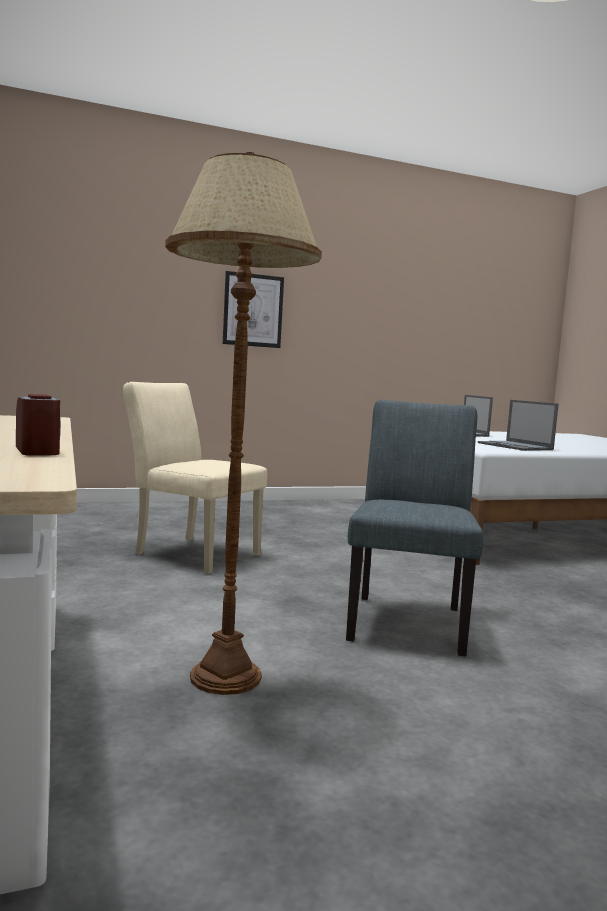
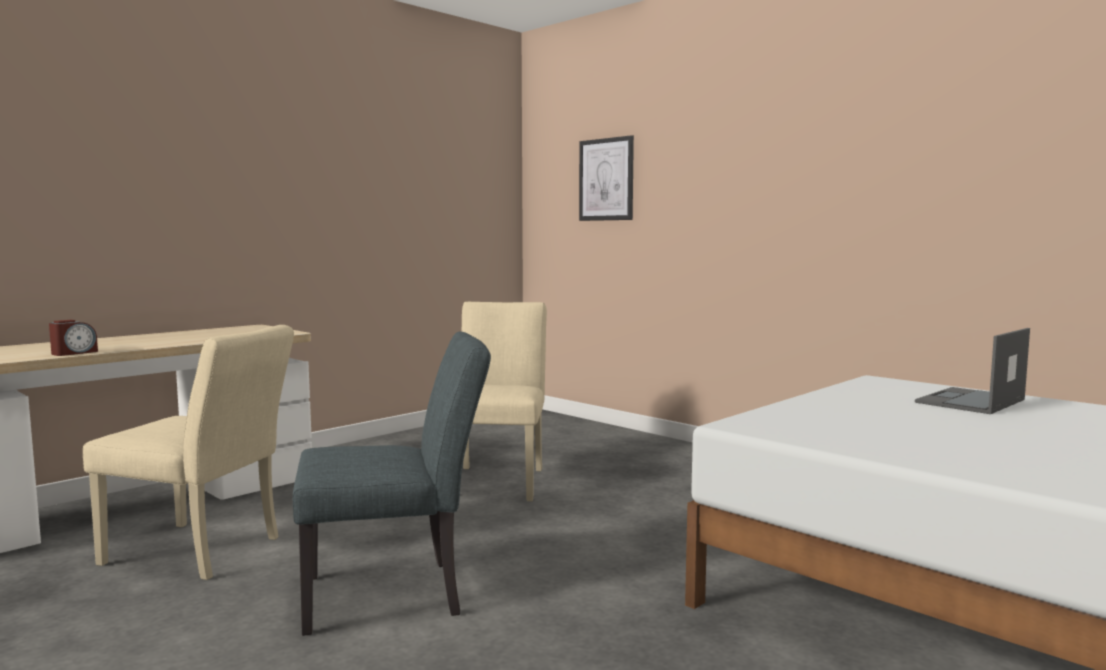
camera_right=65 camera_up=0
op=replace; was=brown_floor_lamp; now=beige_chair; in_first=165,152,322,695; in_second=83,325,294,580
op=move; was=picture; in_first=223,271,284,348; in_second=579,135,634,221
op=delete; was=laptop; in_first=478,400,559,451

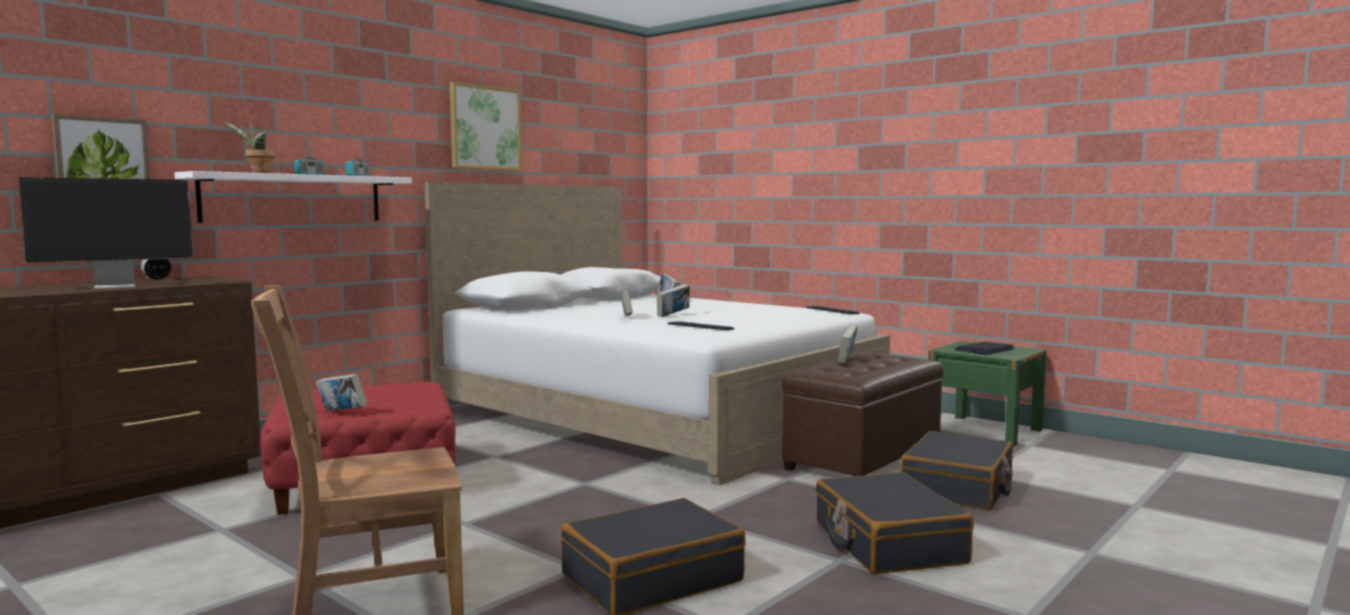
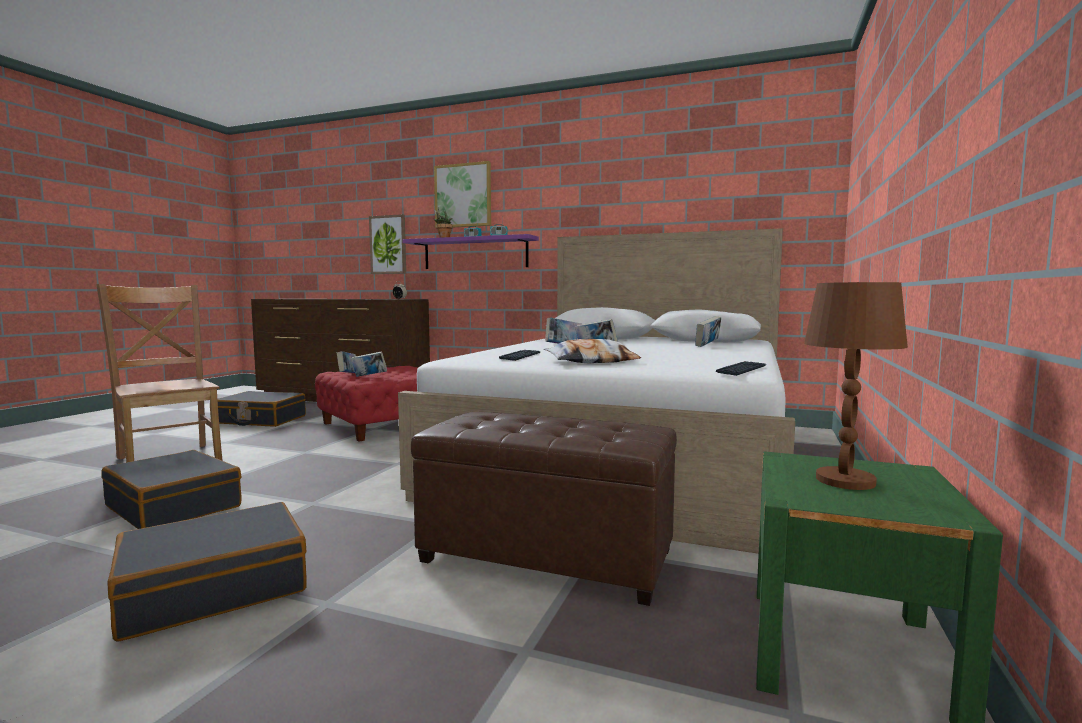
camera_right=70 camera_up=0
op=move; was=picture; in_first=450,82,522,170; in_second=434,161,491,228
op=recolor; was=white_shelf; now=purple_shelf; in_first=174,171,412,223; in_second=402,234,539,269
op=delete; was=monitor; in_first=19,177,194,289
op=move; was=book; in_first=838,324,858,363; in_second=351,351,387,377
op=replace; was=laptop; now=brown_table_lamp; in_first=955,342,1014,355; in_second=804,282,908,490
op=move; was=black_suitcase; in_first=900,431,1013,510; in_second=217,391,306,427
op=insert; now=pillow; in_second=544,339,641,363

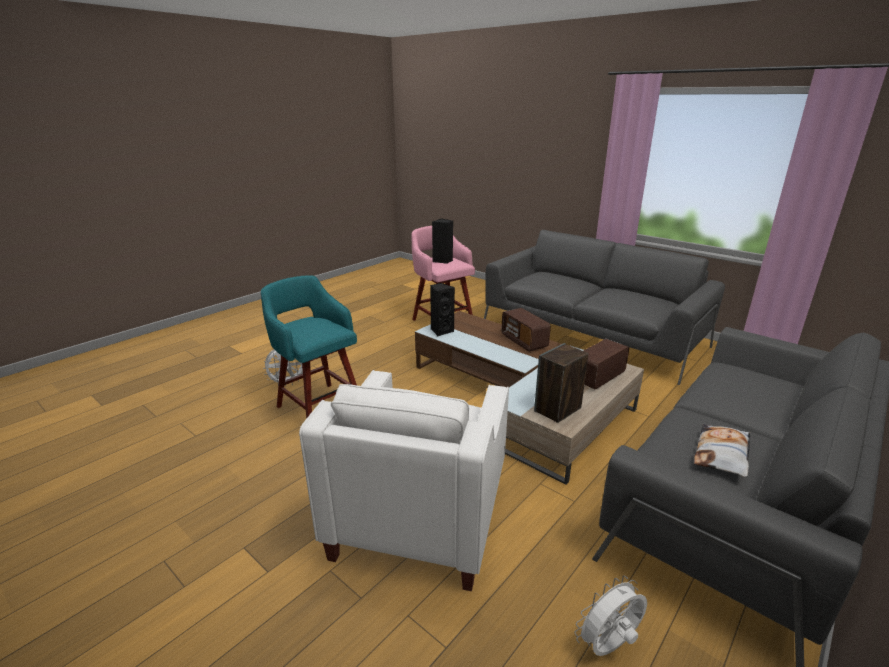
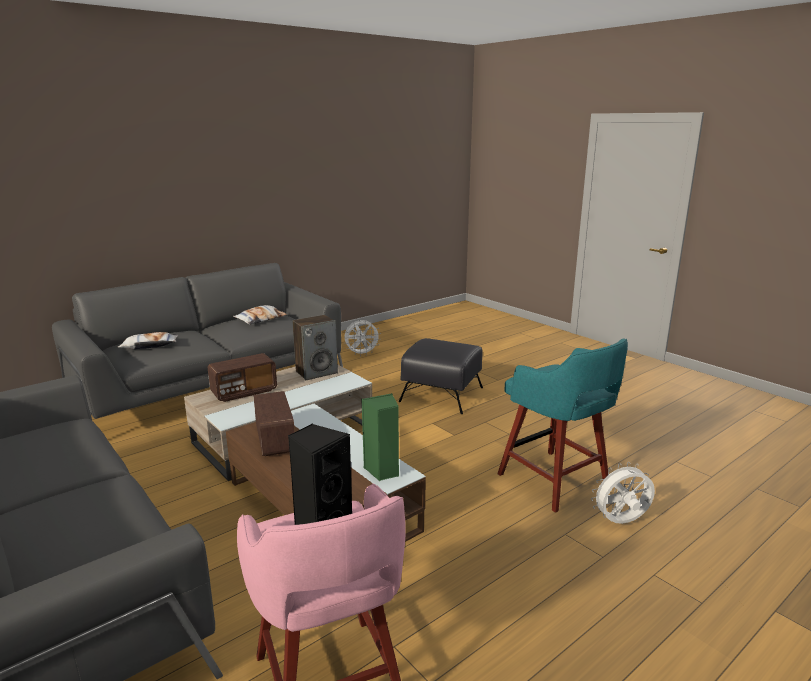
camera_right=-170 camera_up=-5
op=recolor; was=black_speaker; now=green_speaker; in_first=430,283,455,336; in_second=361,393,399,481
op=replace; was=white_armchair; now=black_ottoman; in_first=299,370,509,591; in_second=399,338,483,414
op=insert; now=pillow; in_second=118,332,179,350

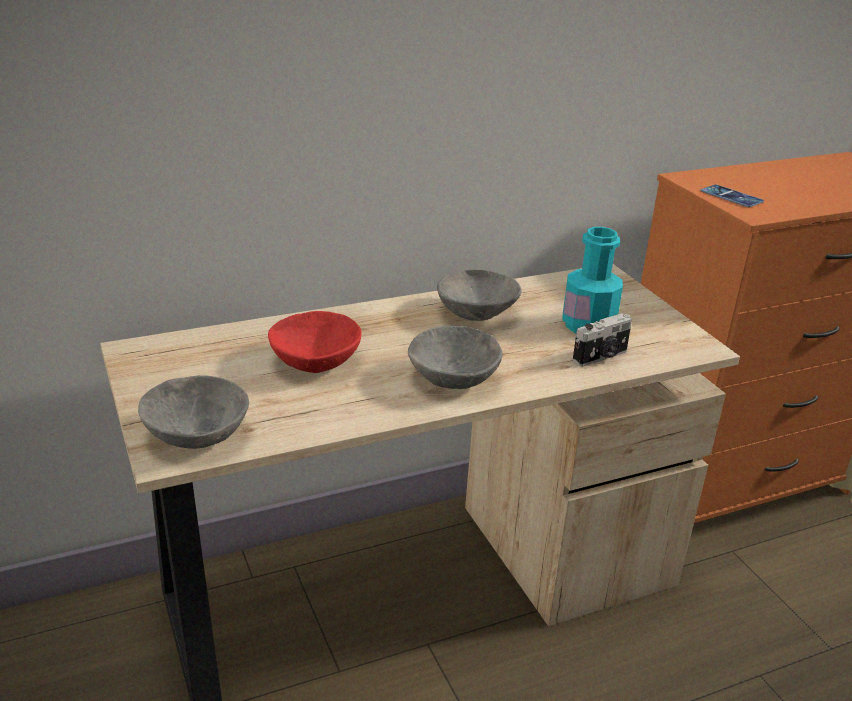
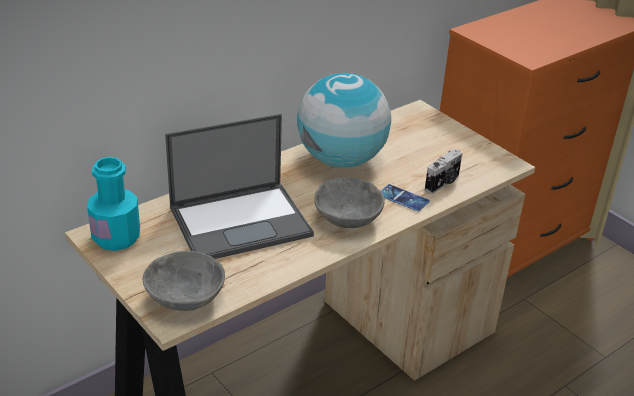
camera_right=-15 camera_up=5
op=move; was=phone; in_first=700,185,764,207; in_second=381,184,430,212
op=move; was=turquoise_bottle; in_first=562,227,623,333; in_second=87,157,140,251
op=replace; was=grey_bowl; now=globe; in_first=437,270,522,321; in_second=297,73,391,168
op=replace; was=red_bowl; now=laptop; in_first=268,311,362,373; in_second=165,114,314,259

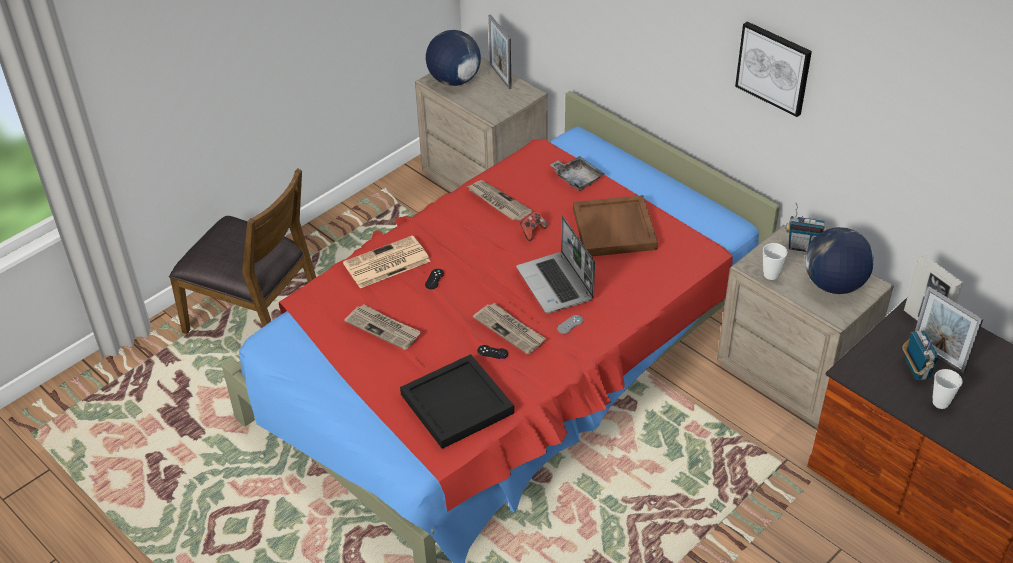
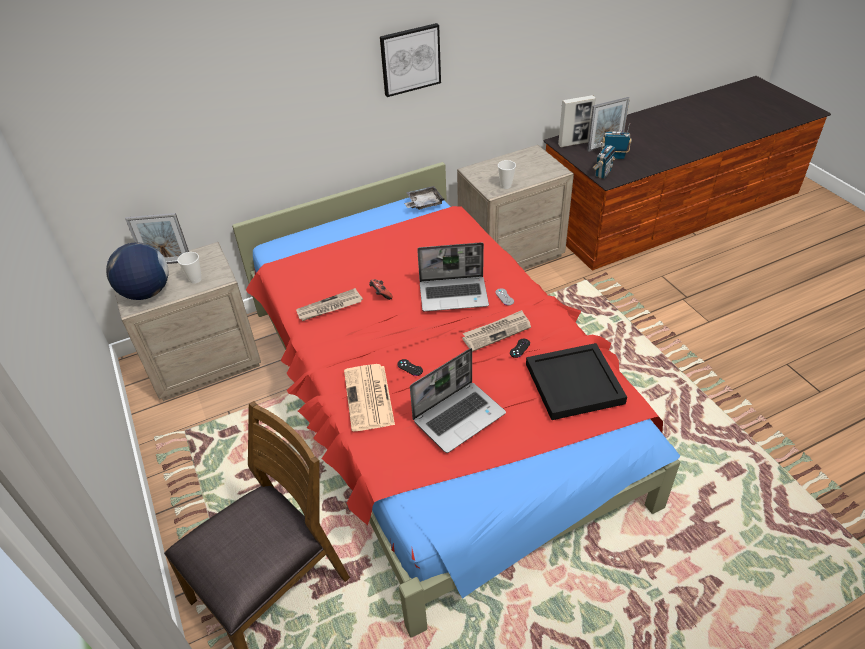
camera_right=-70 camera_up=0
op=move; was=grey_tray; in_first=550,156,604,191; in_second=404,186,444,210
op=delete; was=brown_tray; in_first=573,195,658,256
op=move; was=radio; in_first=786,203,827,252; in_second=593,142,616,179
op=delete; was=globe; in_first=805,227,874,294
op=replace; was=newspaper; now=laptop; in_first=344,304,421,350; in_second=410,348,506,453
op=move; was=cup; in_first=932,369,962,409; in_second=177,252,202,284

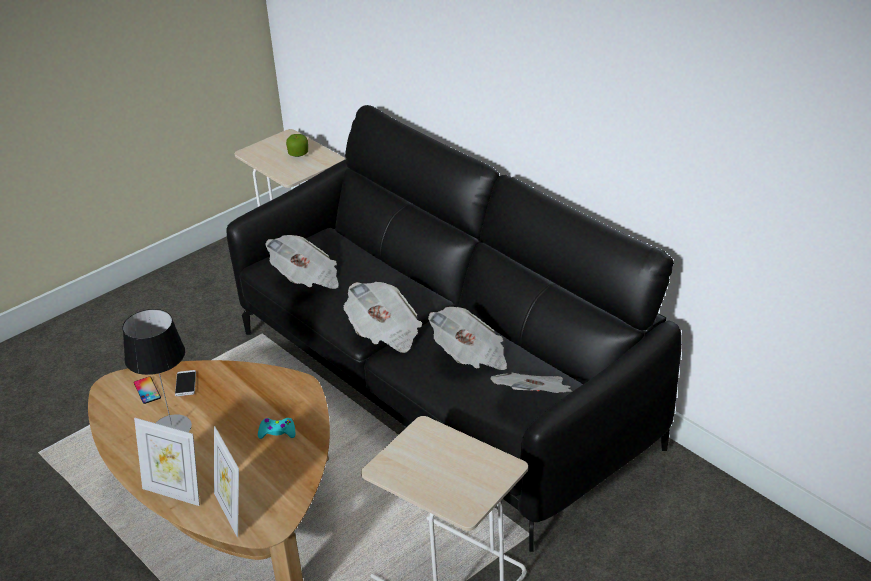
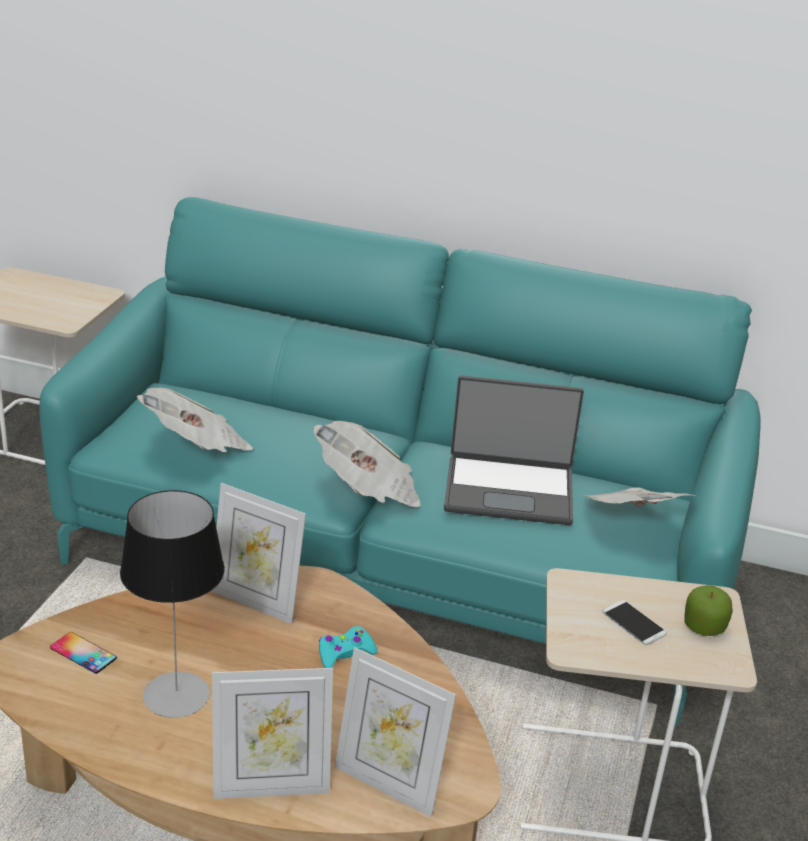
camera_right=-35 camera_up=-5
op=recolor; was=black_sofa; now=turquoise_sofa; in_first=226,105,682,552; in_second=39,197,761,726
op=move; was=apple; in_first=286,134,308,157; in_second=684,585,733,636
op=replace; was=newspaper; now=laptop; in_first=428,307,507,370; in_second=444,376,584,525
op=move; was=phone; in_first=175,370,196,396; in_second=602,600,667,645
op=insert; now=picture_frame; in_second=211,483,306,624

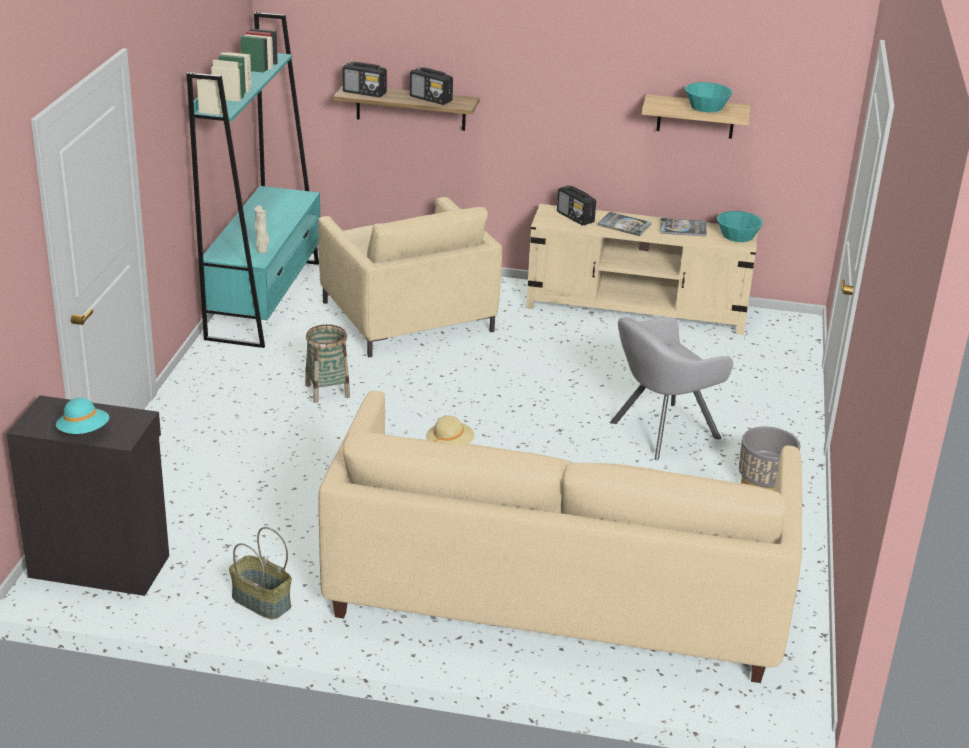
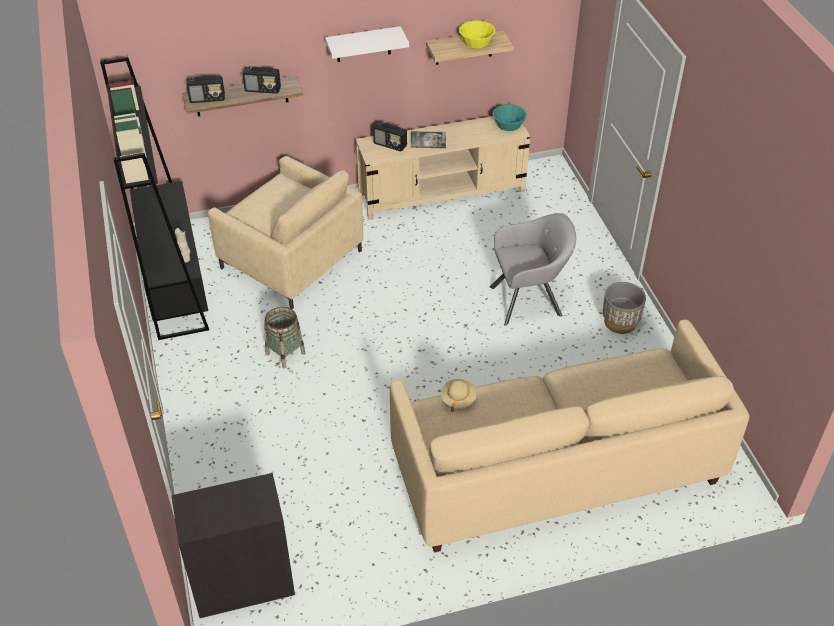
camera_right=-25 camera_up=15
op=recolor; was=turquoise_bookcase; now=black_bookcase; in_first=186,12,320,348; in_second=100,56,209,340
op=recolor; was=turquoise_bowl; now=yellow_bowl; in_first=685,82,732,112; in_second=459,20,495,49
op=delete; was=book; in_first=660,218,707,237
op=rotate; was=grey_armchair; in_first=610,317,733,460; in_second=490,213,576,326; clockwise=-135
op=delete; was=turquoise_hat; in_first=56,398,109,434
op=delete; was=basket; in_first=229,527,292,619
op=insert; now=white_shelf; in_second=325,26,409,62

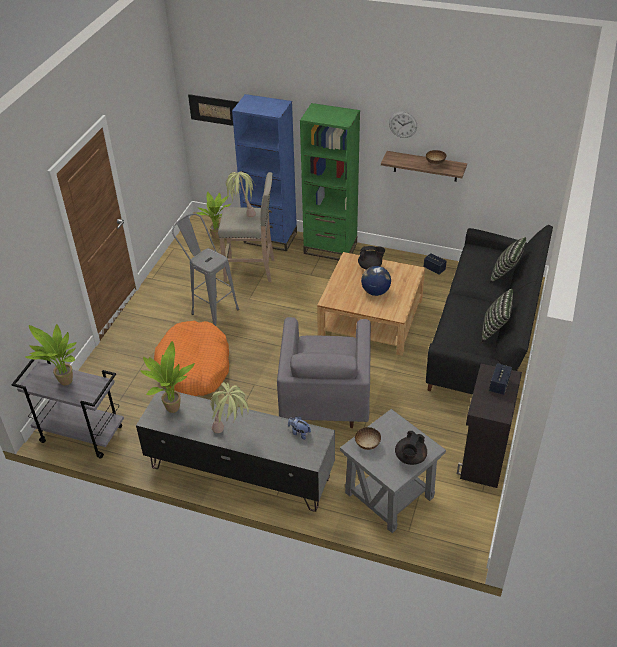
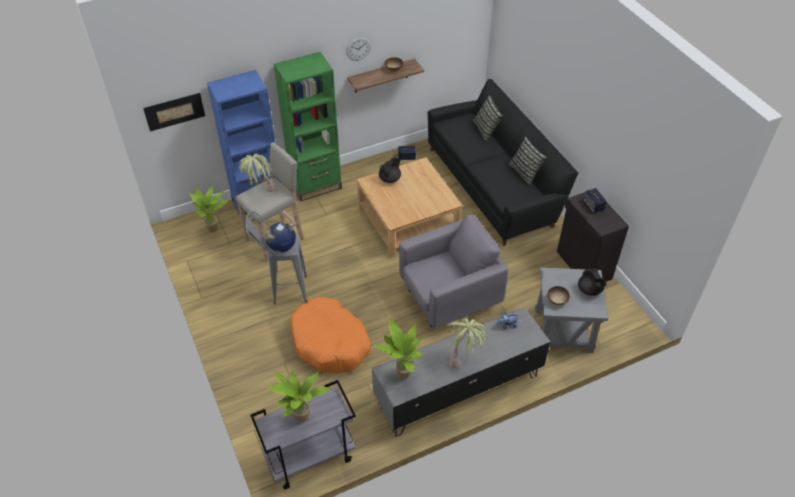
camera_right=-45 camera_up=5
op=move; was=globe; in_first=361,266,391,296; in_second=266,222,296,252
op=rotate; was=grey_armchair; in_first=277,317,371,428; in_second=399,215,508,328; clockwise=-75

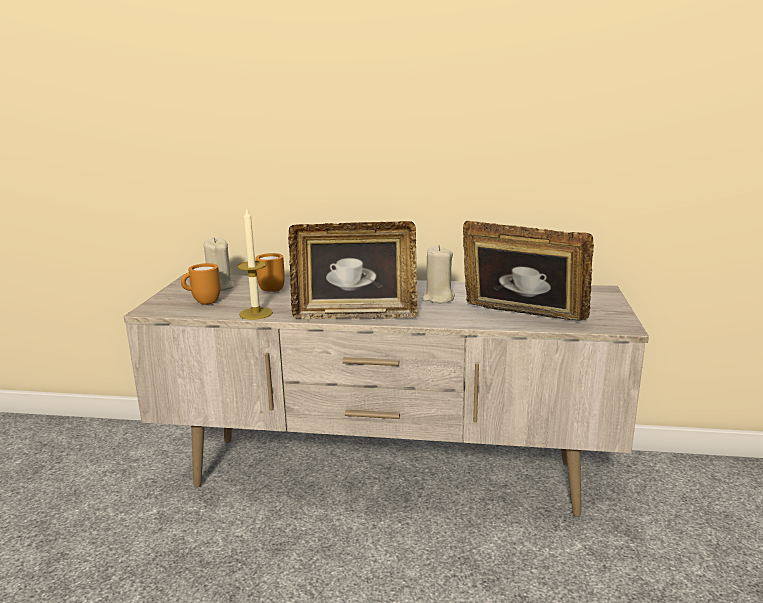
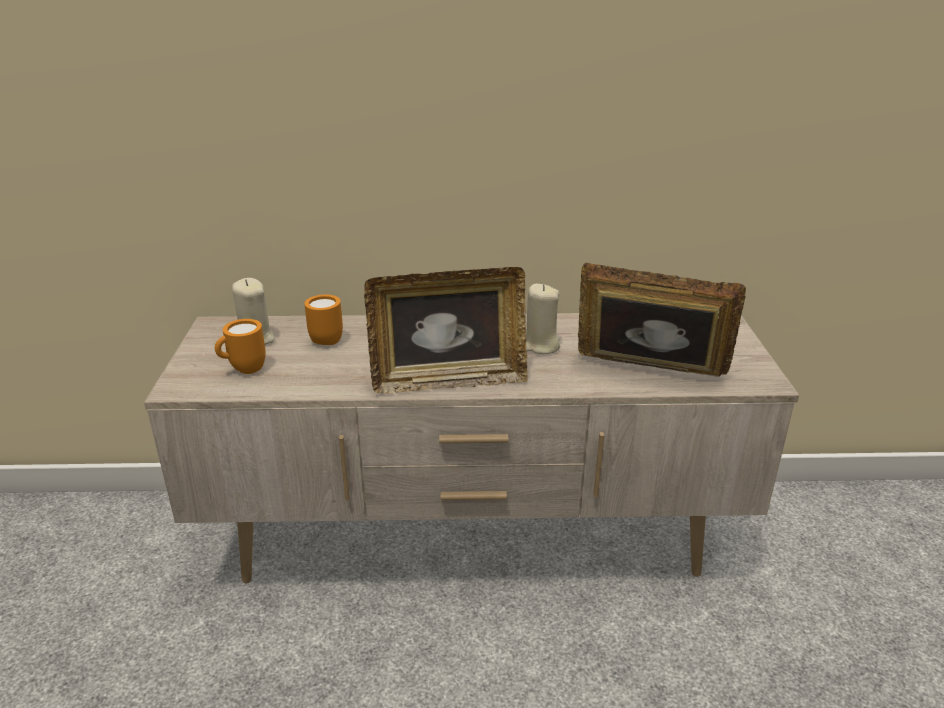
camera_right=-10 camera_up=10
op=delete; was=candle; in_first=237,207,273,320

